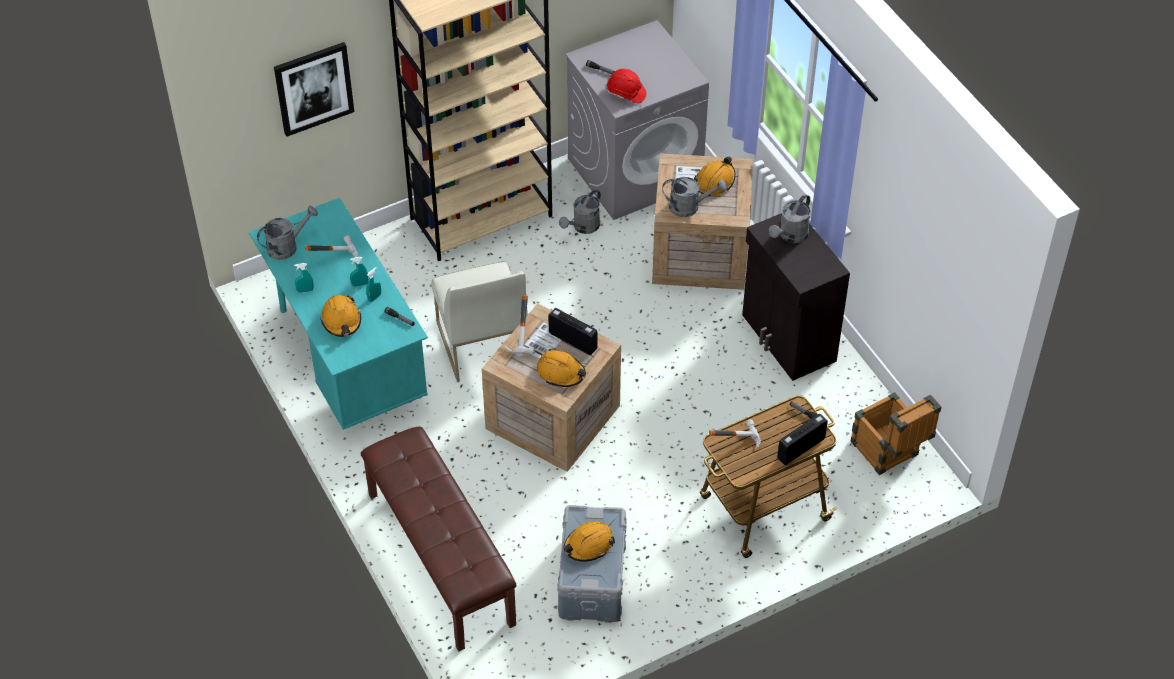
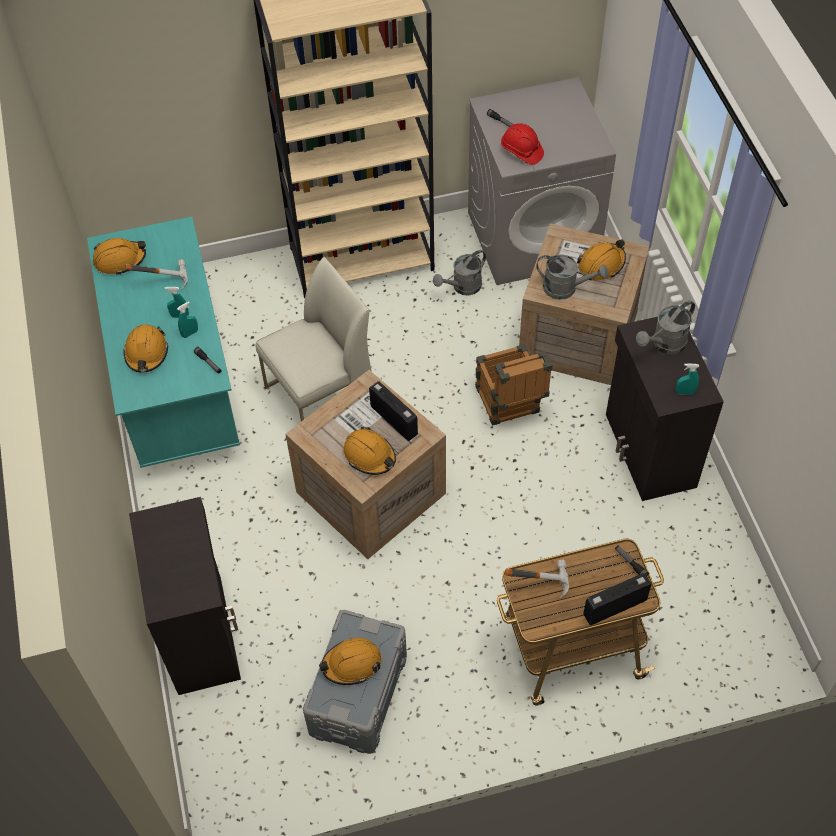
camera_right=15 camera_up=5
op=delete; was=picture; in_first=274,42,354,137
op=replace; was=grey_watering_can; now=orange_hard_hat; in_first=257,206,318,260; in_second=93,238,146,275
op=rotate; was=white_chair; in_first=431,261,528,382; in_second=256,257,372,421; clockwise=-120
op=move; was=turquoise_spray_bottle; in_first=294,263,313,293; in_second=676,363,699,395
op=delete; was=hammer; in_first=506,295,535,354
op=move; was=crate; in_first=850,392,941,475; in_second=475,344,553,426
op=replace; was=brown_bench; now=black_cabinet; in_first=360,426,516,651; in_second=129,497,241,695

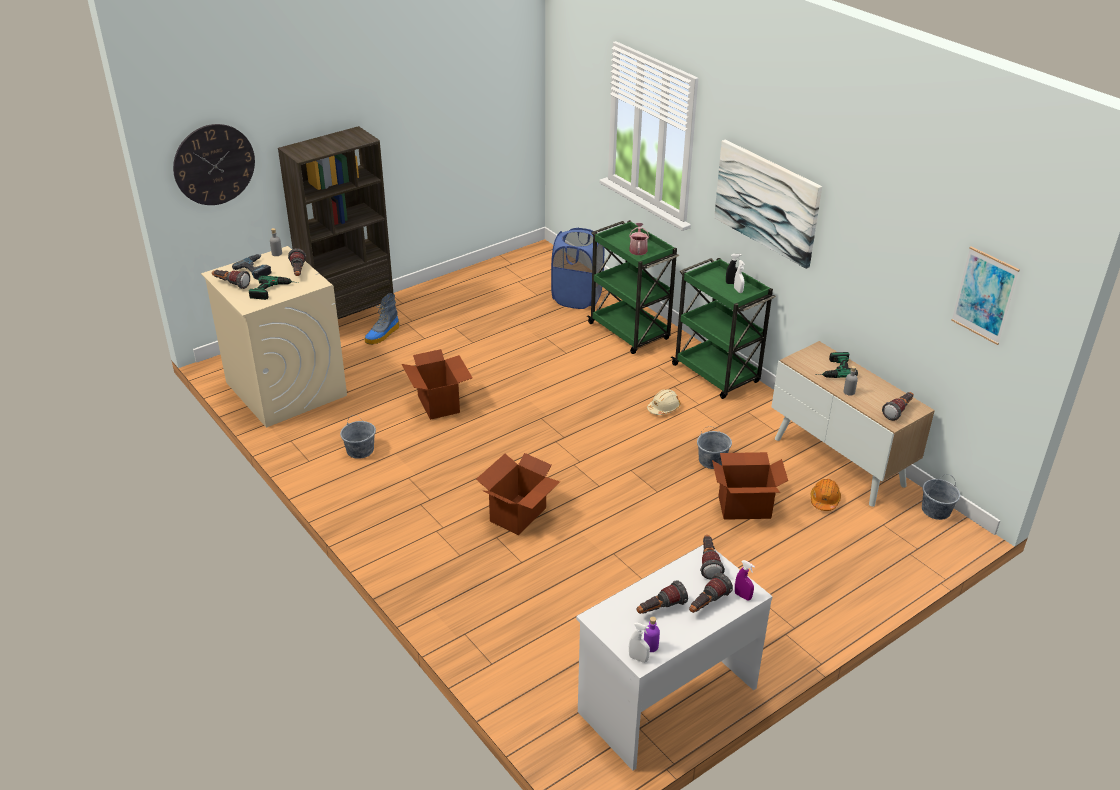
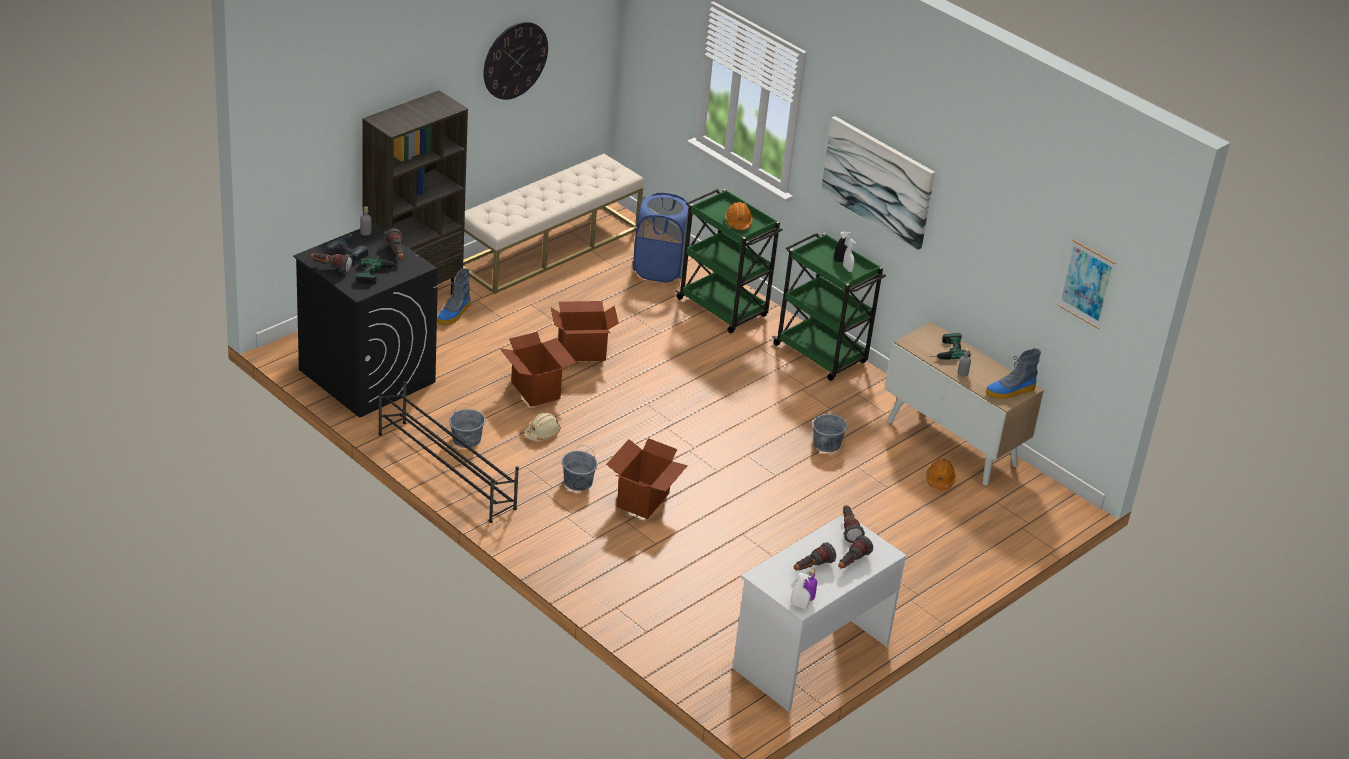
camera_right=-10 camera_up=0
op=move; was=wall_clock; in_first=173,124,255,205; in_second=483,22,548,100
op=replace; was=watering_can; now=orange_hard_hat; in_first=629,223,649,255; in_second=725,202,753,230
op=recolor; was=beige_washing_machine; now=black_washing_machine; in_first=201,246,347,428; in_second=293,223,438,418
op=move; was=beige_hard_hat; in_first=647,389,681,415; in_second=524,413,561,441
op=replace; was=flashlight; now=boot; in_first=882,392,914,421; in_second=986,348,1041,399
op=move; was=cardboard_box; in_first=712,452,788,520; in_second=551,301,619,362
op=move; was=grey_bucket; in_first=922,474,960,520; in_second=562,445,598,491
op=delete; was=purple_spray_bottle; in_first=735,560,755,601
op=insert; now=beige_bench; in_second=463,154,644,294
op=insert; now=black_shoe_rack; in_second=378,381,519,523

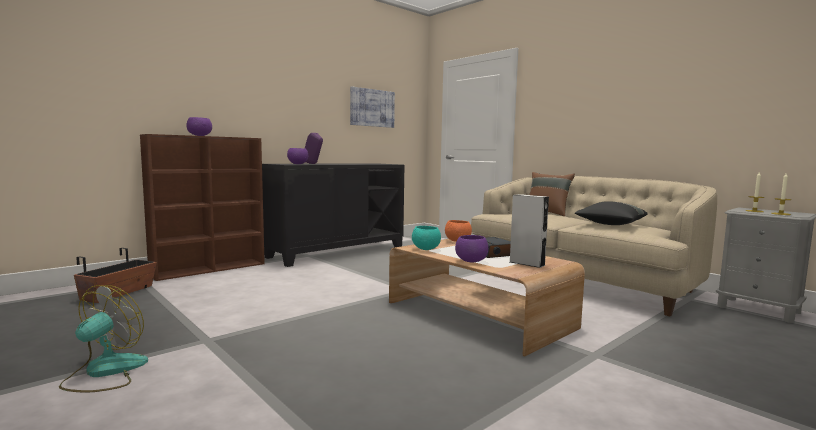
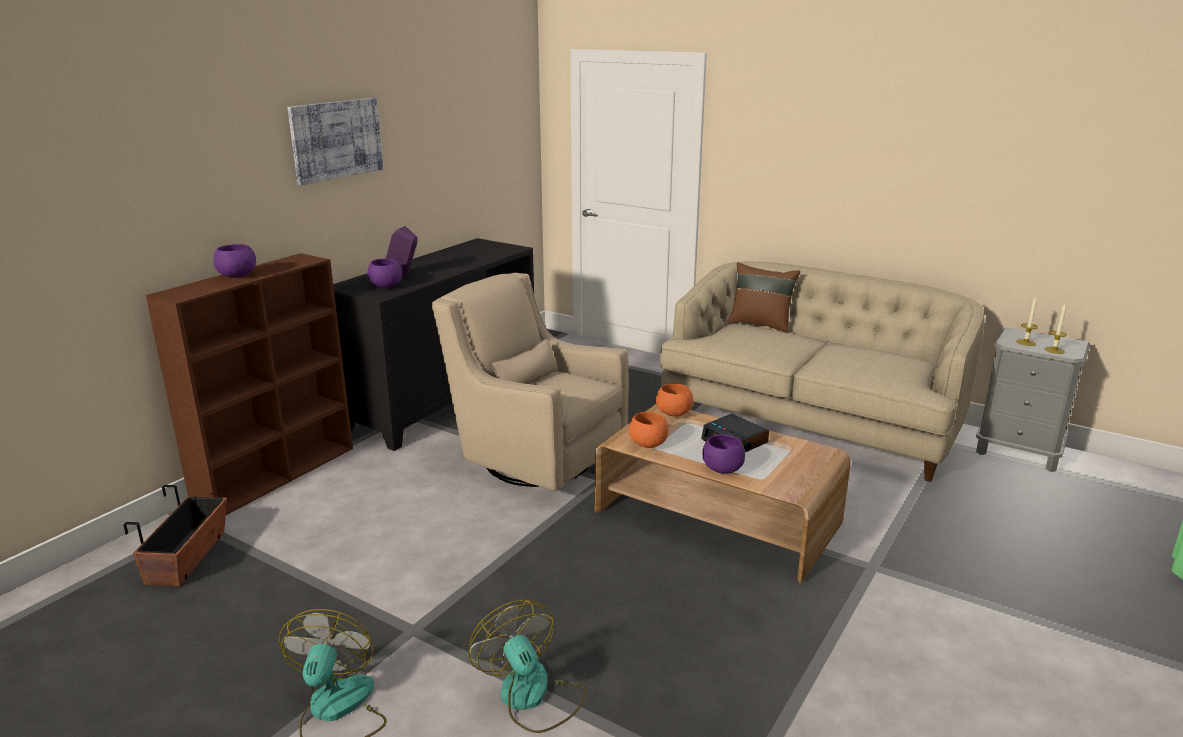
camera_right=-15 camera_up=15
op=move; was=picture; in_first=350,86,395,128; in_second=287,98,383,185
op=delete; was=grey_speaker; in_first=510,194,549,268
op=delete; was=black_pillow; in_first=575,201,648,225
op=recolor; was=turquoise_bowl; now=orange_bowl; in_first=412,226,441,250; in_second=629,412,669,448
op=insert; now=beige_armchair; in_second=432,273,629,491
op=insert; now=fan; in_second=469,600,587,733

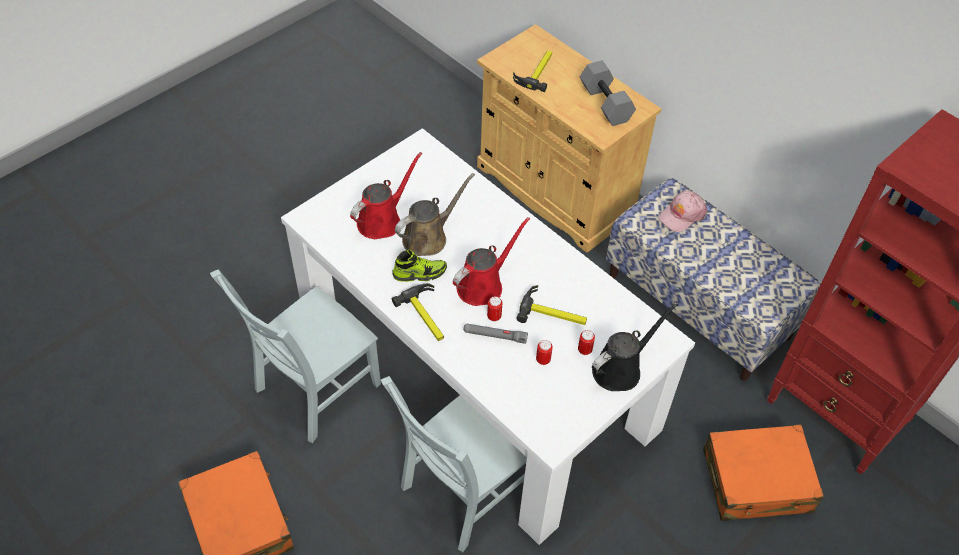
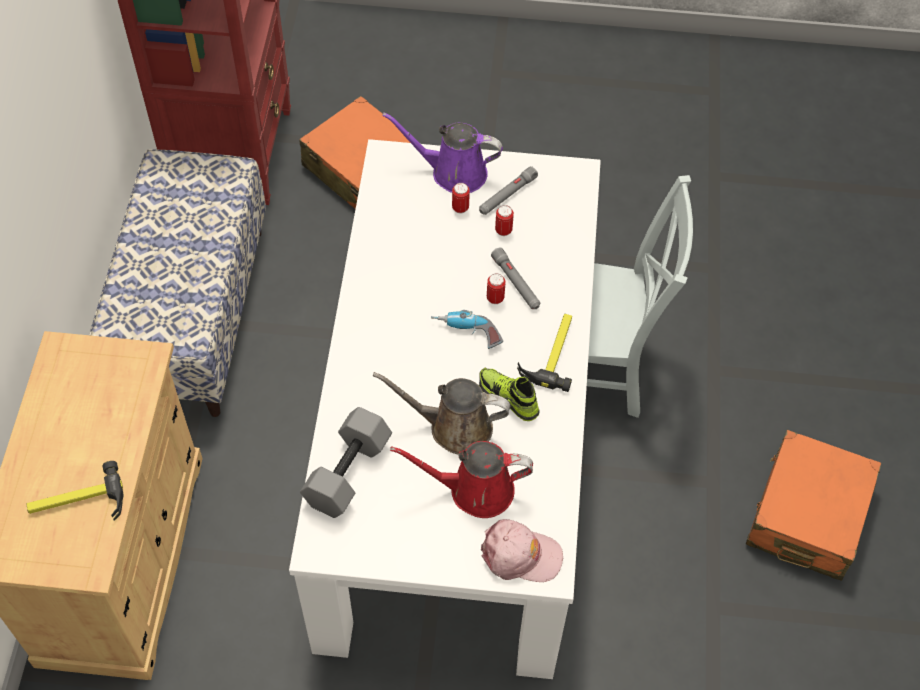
camera_right=-130 camera_up=5
op=move; was=grey_dumbbell; in_first=580,60,636,126; in_second=300,407,392,518
op=move; was=pink_cap; in_first=659,191,707,232; in_second=481,519,563,582
op=replace; was=red_watering_can; now=power_drill; in_first=453,217,530,306; in_second=431,310,503,349
op=delete; was=grey_chair; in_first=210,269,381,443
op=delete; was=hammer; in_first=516,285,587,325
op=recolor; was=black_watering_can; now=purple_watering_can; in_first=592,302,678,391; in_second=382,112,503,193
op=insert; now=grey_flashlight; in_second=479,166,538,215

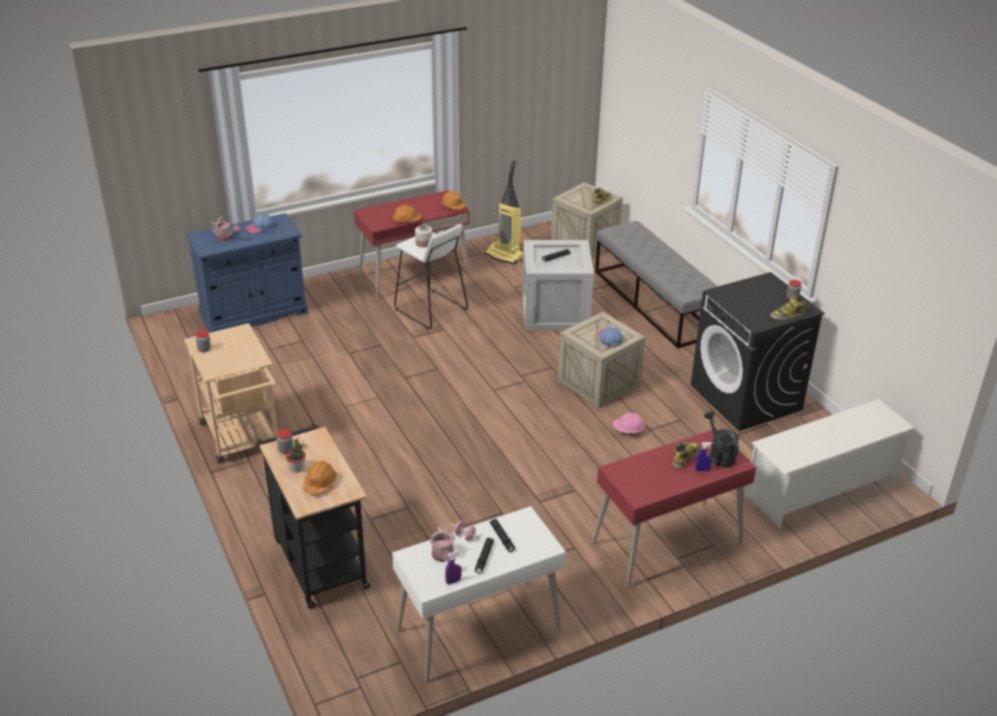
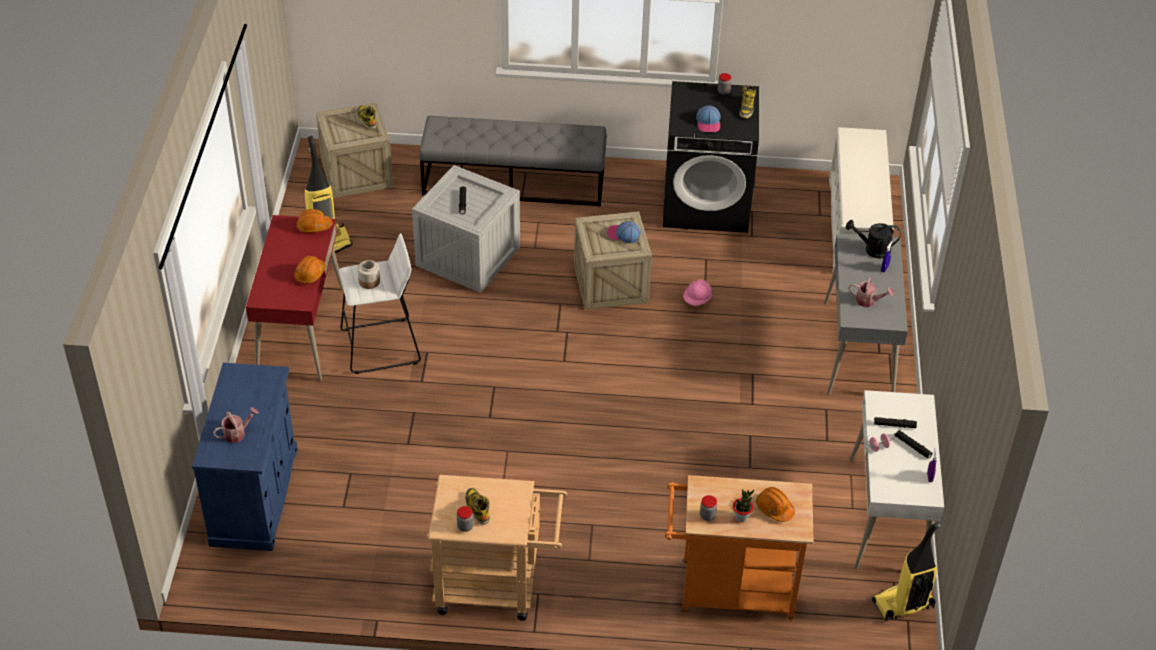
camera_right=-60 camera_up=10
op=move; was=cap; in_first=245,214,274,233; in_second=696,105,720,132
op=recolor; was=black_cart; now=orange_cart; in_first=255,423,370,609; in_second=665,475,814,621
op=recolor; was=red_desk; now=grey_desk; in_first=592,430,756,587; in_second=824,234,908,395
op=move; was=boot; in_first=672,442,699,468; in_second=465,488,490,525
op=move; was=watering_can; in_first=430,527,454,562; in_second=849,278,894,307
op=insert; now=vacuum_cleaner; in_second=872,523,940,622

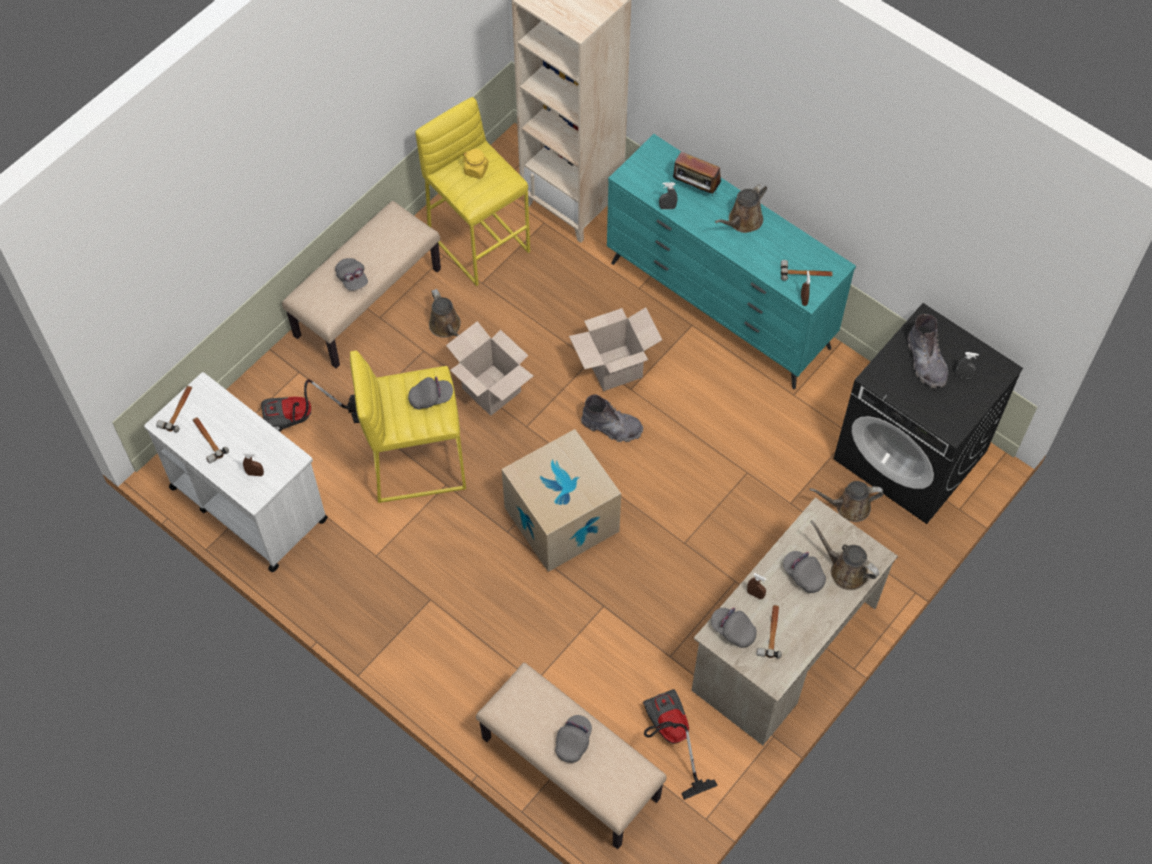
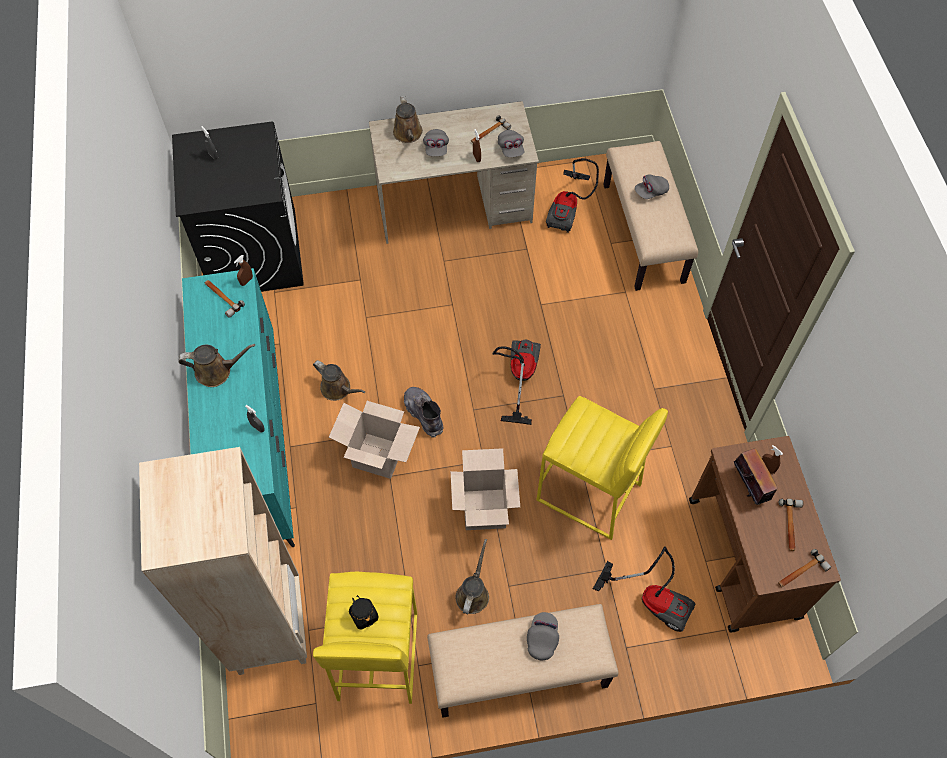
camera_right=-140 camera_up=0
op=recolor; was=yellow_jar; now=black_jar; in_first=463,149,489,179; in_second=349,595,379,630
op=move; was=radio; in_first=673,152,721,196; in_second=734,448,778,505
op=delete; was=grey_boot; in_first=908,314,948,389
op=recolor; was=white_cart; now=brown_cart; in_first=144,372,327,572; in_second=689,436,841,632
op=delete; was=grey_cap; in_first=408,376,453,410
op=replace; was=cardboard_box; now=vacuum_cleaner; in_first=502,429,621,572; in_second=492,340,541,425
op=move; was=brown_watering_can; in_first=810,481,883,522; in_second=313,360,365,401

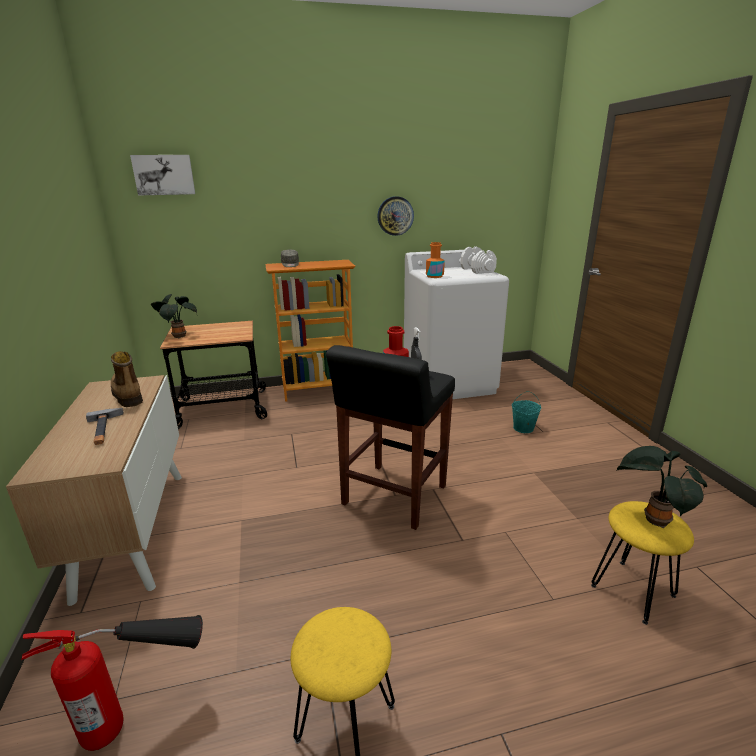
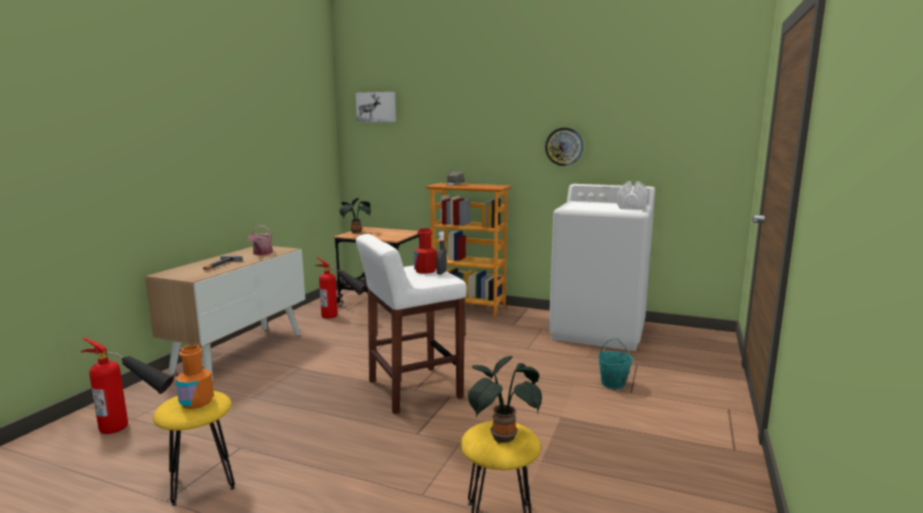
camera_right=35 camera_up=-10
op=move; was=orange_bottle; in_first=426,242,445,278; in_second=176,345,214,409
op=recolor; was=black_stool; now=white_stool; in_first=326,345,455,530; in_second=356,234,467,414
op=replace; was=boot; now=watering_can; in_first=111,351,143,407; in_second=248,226,273,255
op=insert; now=fire_extinguisher; in_second=315,257,367,319

